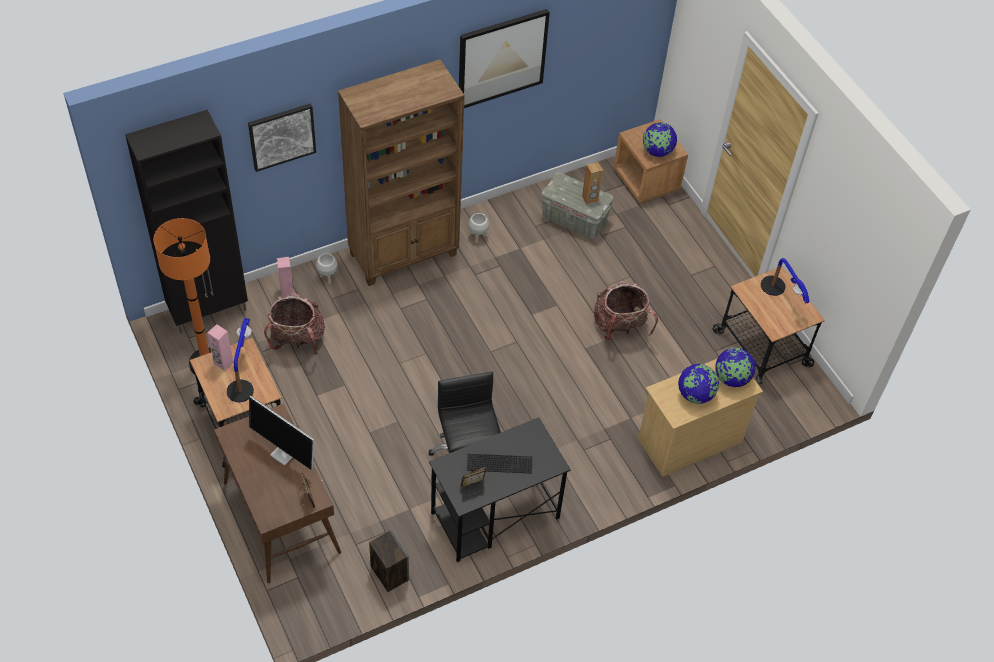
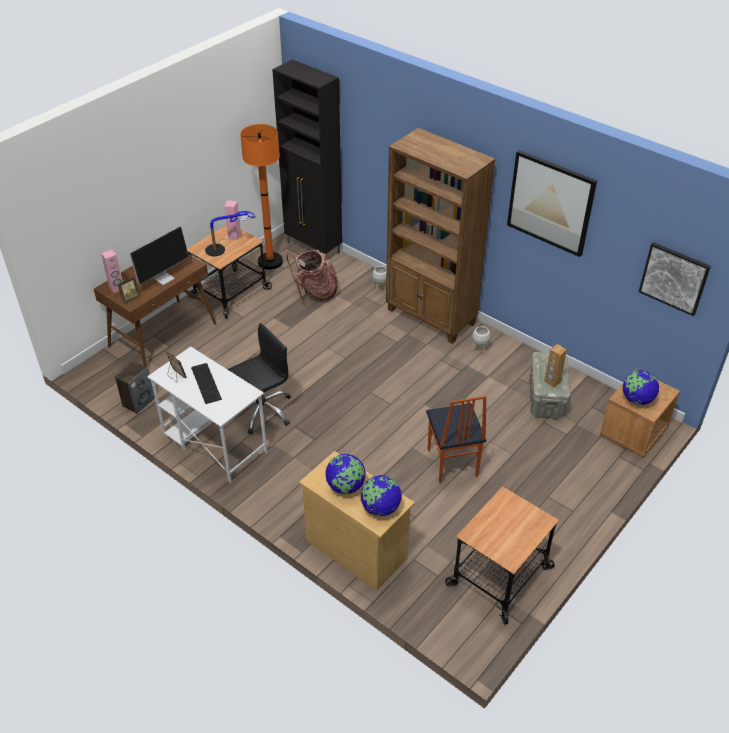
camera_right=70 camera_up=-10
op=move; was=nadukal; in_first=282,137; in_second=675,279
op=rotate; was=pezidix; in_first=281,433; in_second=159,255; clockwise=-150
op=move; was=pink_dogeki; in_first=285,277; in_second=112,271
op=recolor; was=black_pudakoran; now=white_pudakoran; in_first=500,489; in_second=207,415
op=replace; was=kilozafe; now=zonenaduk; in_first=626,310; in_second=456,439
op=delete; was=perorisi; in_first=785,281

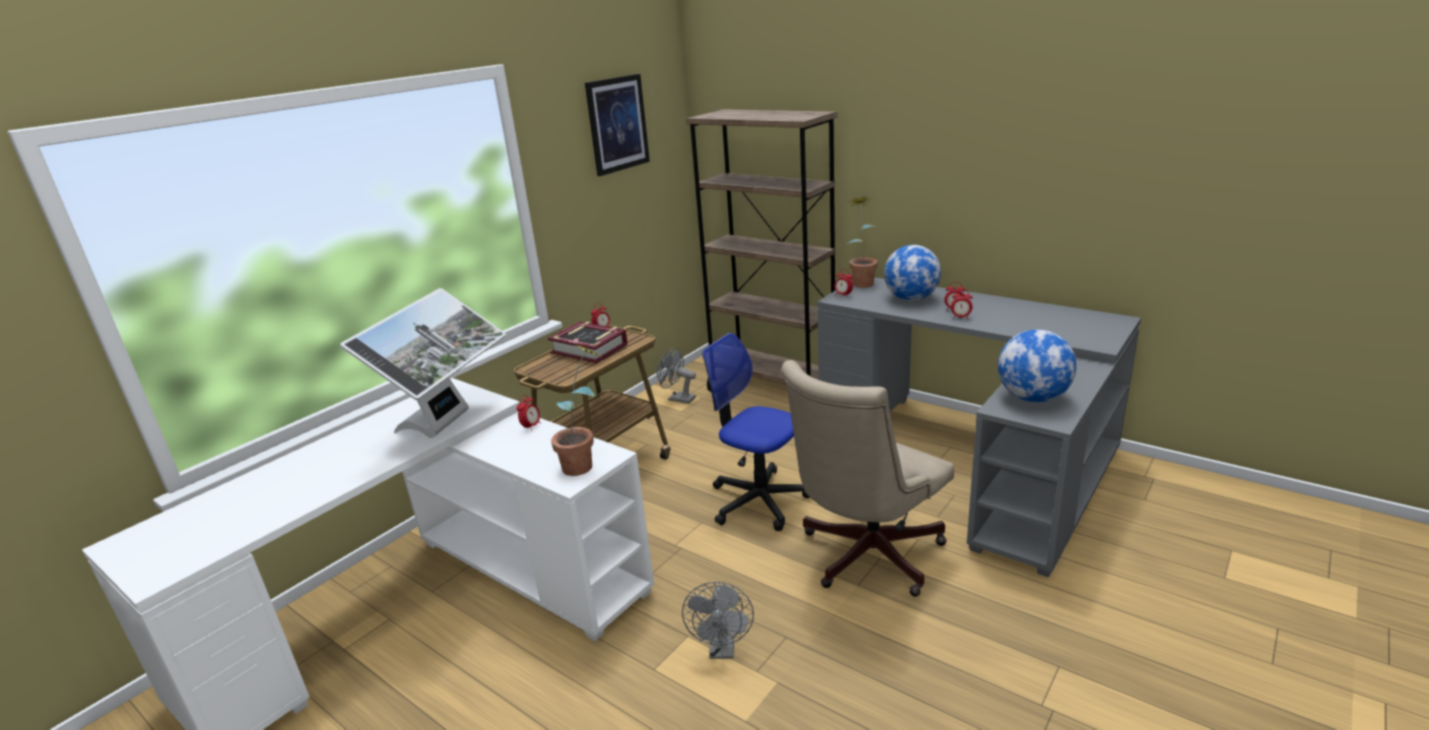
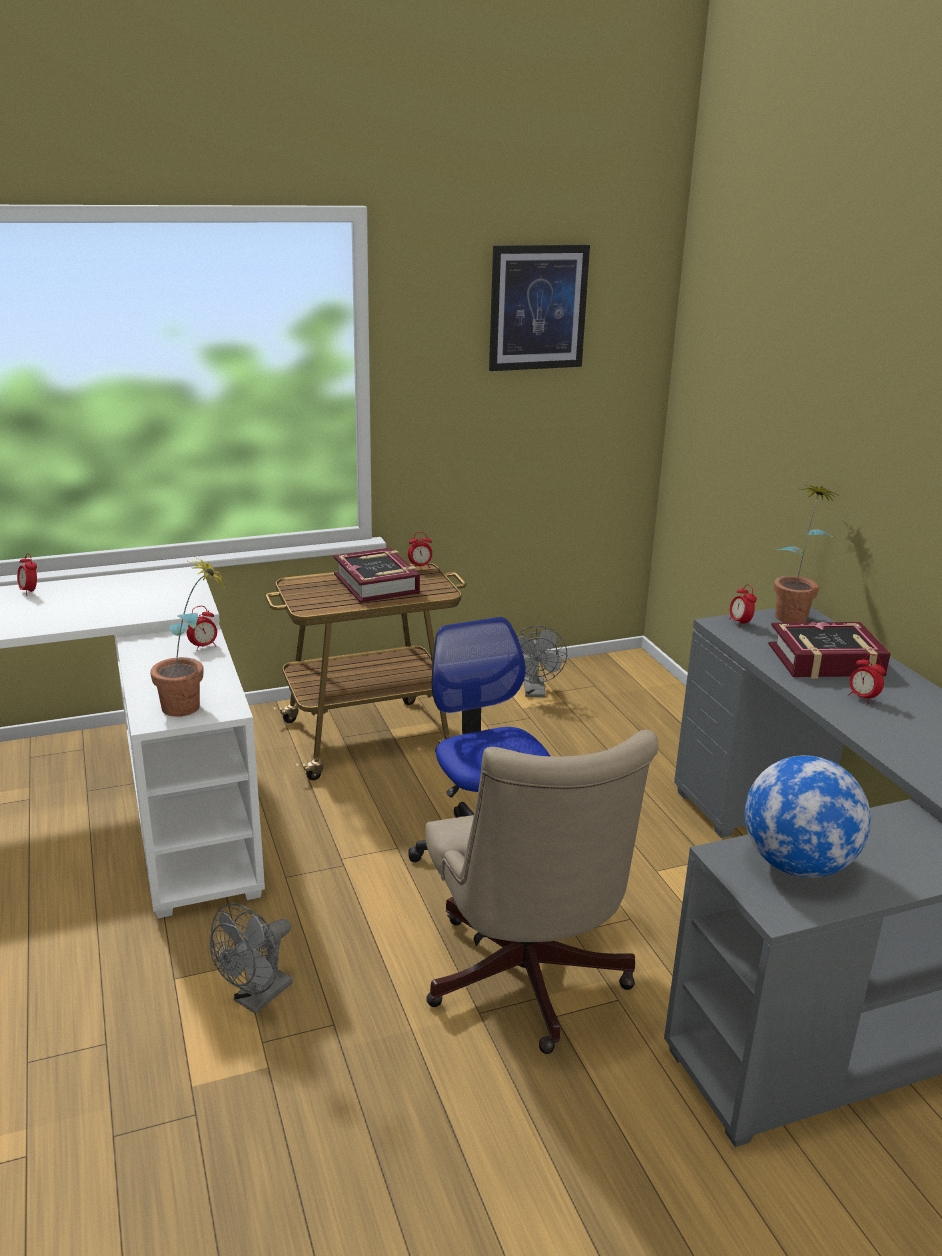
camera_right=30 camera_up=0
op=delete; was=pezidix; in_first=423,363
op=rotate; was=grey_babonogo; in_first=676,376; in_second=541,661; clockwise=-150
op=delete; was=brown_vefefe; in_first=761,246
op=rotate; was=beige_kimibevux; in_first=867,478; in_second=541,892; clockwise=-90
op=replace; was=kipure; now=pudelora; in_first=912,273; in_second=829,650
op=move; was=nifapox; in_first=962,304; in_second=27,574

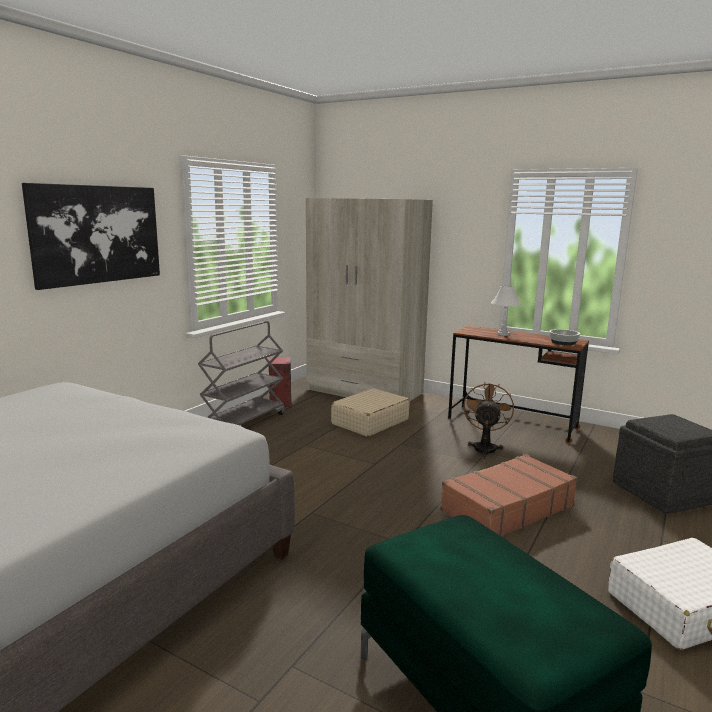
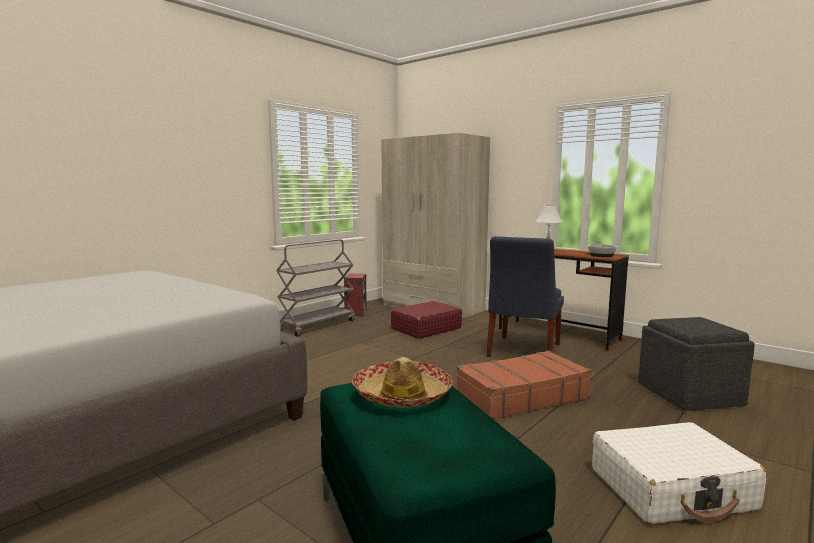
camera_right=10 camera_up=-5
op=delete; was=nadukal; in_first=91,236
op=recolor; was=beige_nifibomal; now=red_nifibomal; in_first=370,412; in_second=426,320
op=replace; was=brown_babonogo; now=blue_zonenaduk; in_first=488,420; in_second=525,296
op=insert; now=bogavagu; in_second=402,382

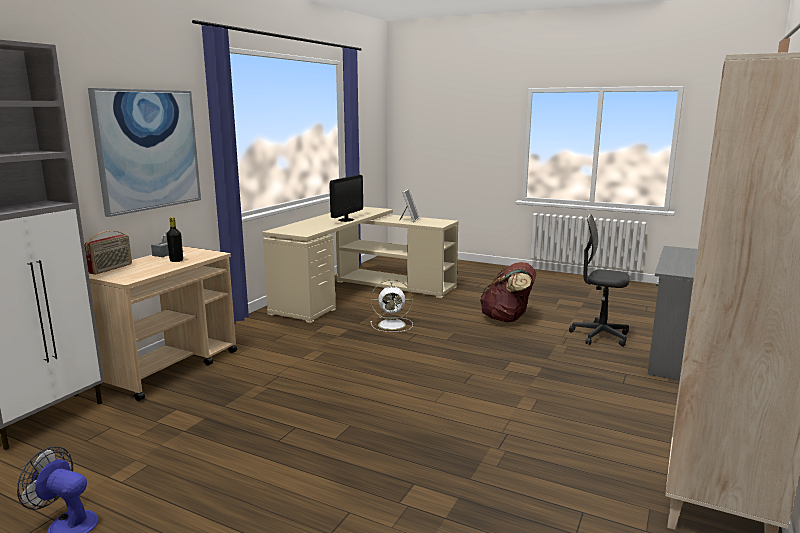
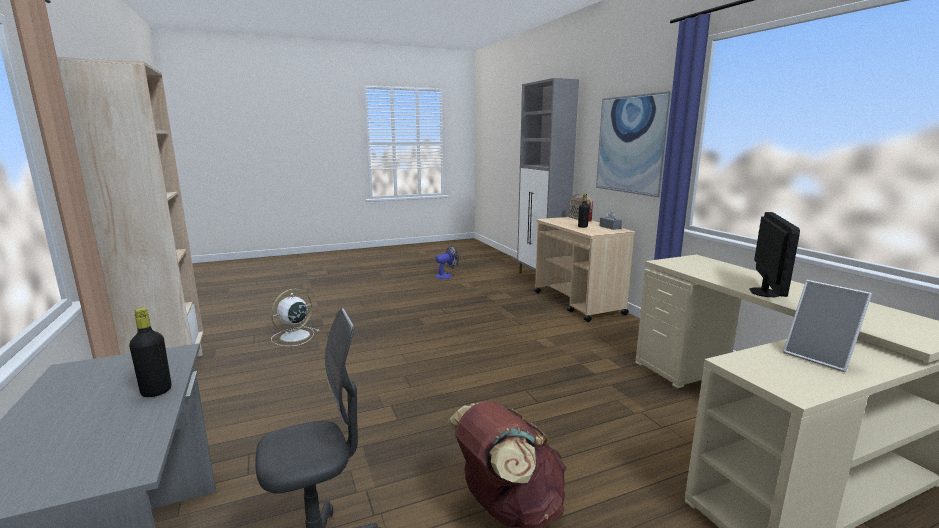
camera_right=130 camera_up=0
op=rotate; was=pezidix; in_first=346,198; in_second=774,254; clockwise=-135
op=move; was=white_babonogo; in_first=391,305; in_second=295,317
op=insert; now=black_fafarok; in_second=150,352

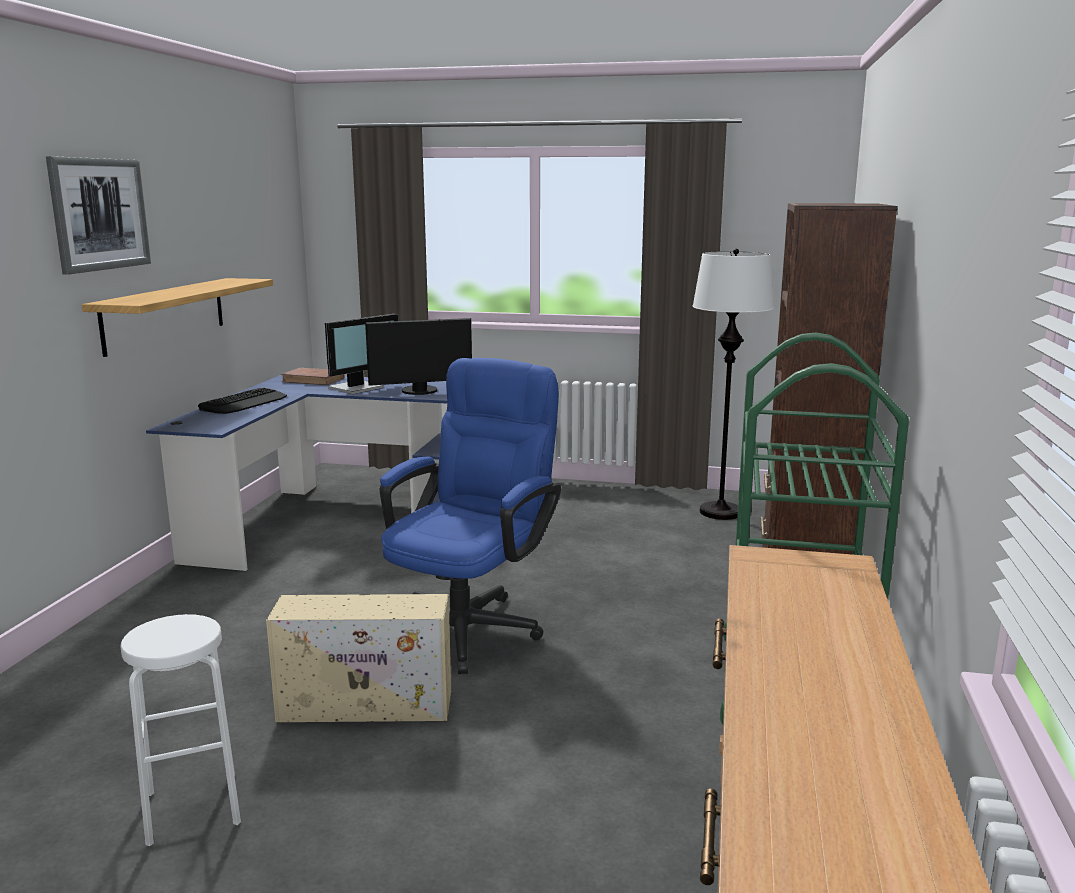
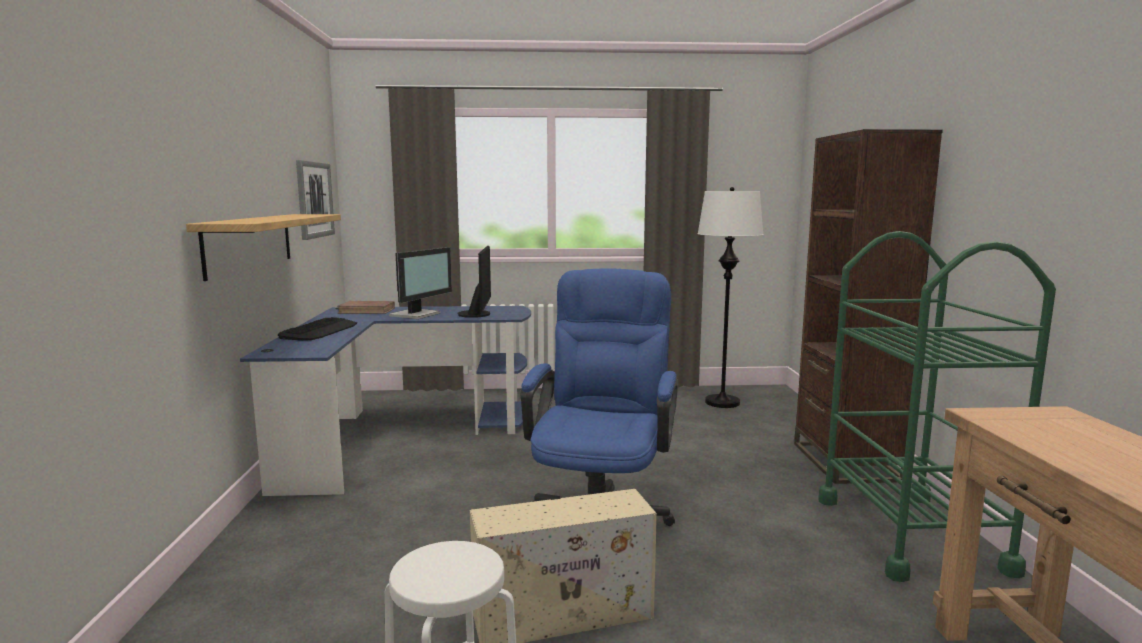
camera_right=-15 camera_up=-5
op=move; was=nadukal; in_first=98,215; in_second=315,200
op=rotate; was=pezidix; in_first=418,356; in_second=474,282; clockwise=-60

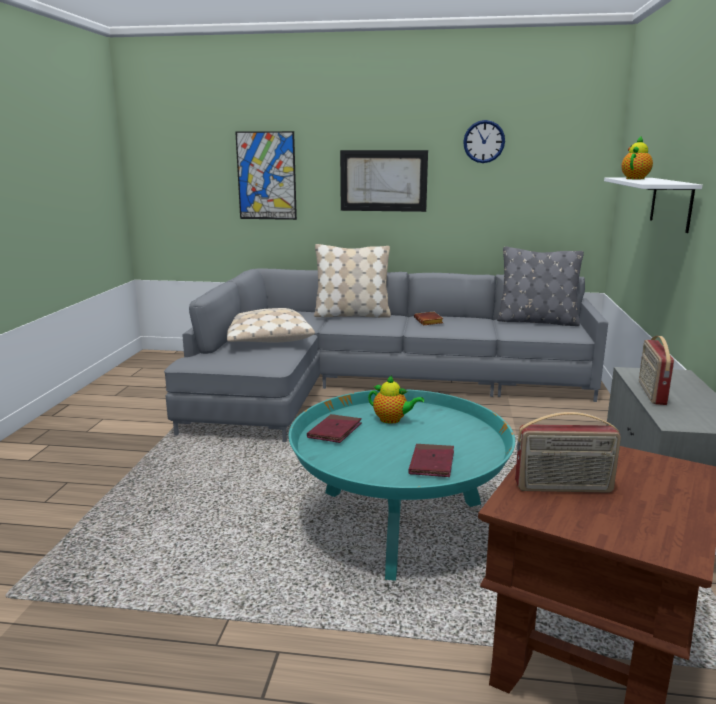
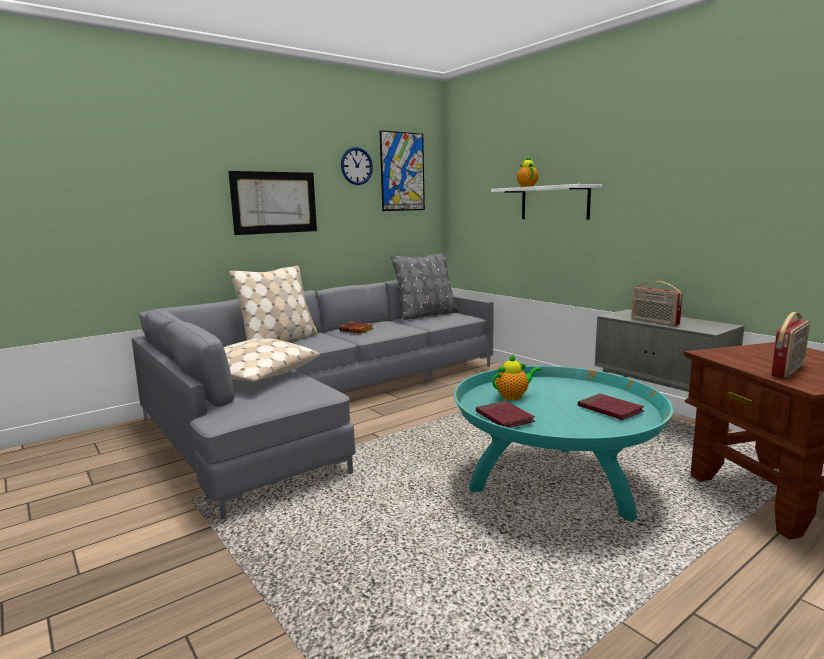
camera_right=-45 camera_up=-5
op=move; was=nadukal; in_first=266,175; in_second=402,170

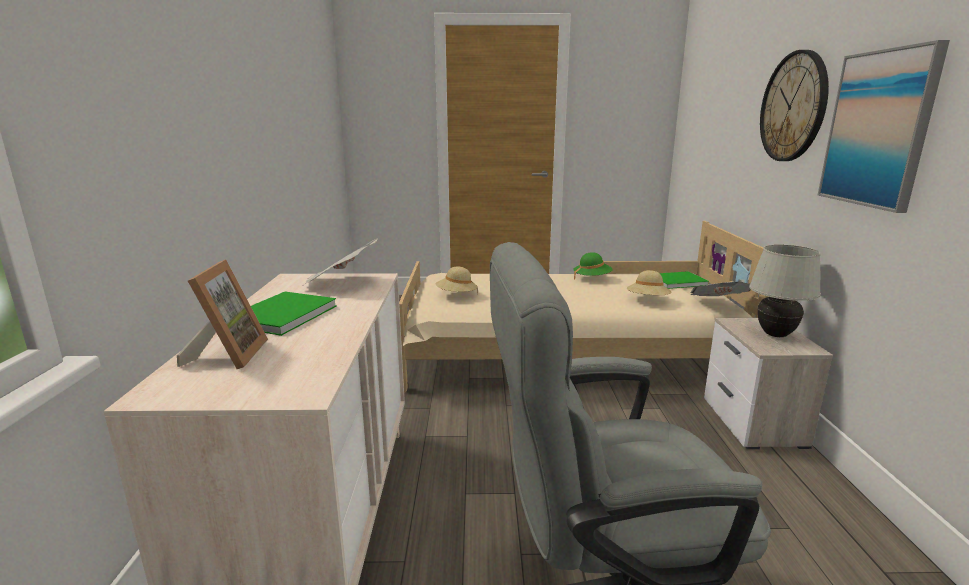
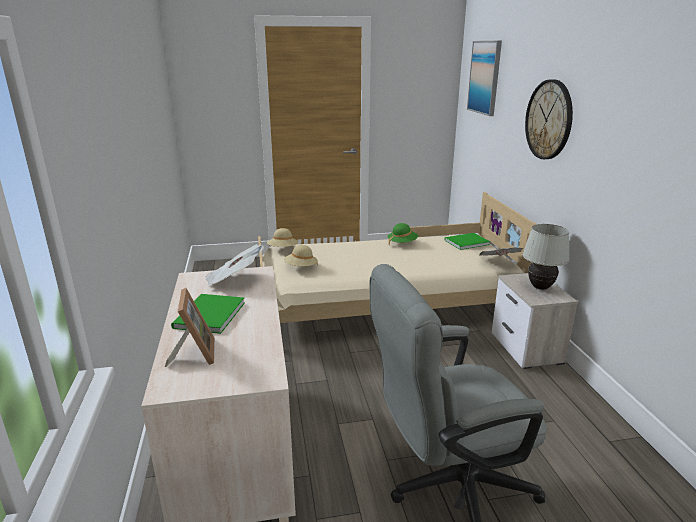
camera_right=-10 camera_up=5
op=move; was=beige_bogavagu; in_first=649,282; in_second=282,237
op=move; was=nadukal; in_first=884,126; in_second=484,78

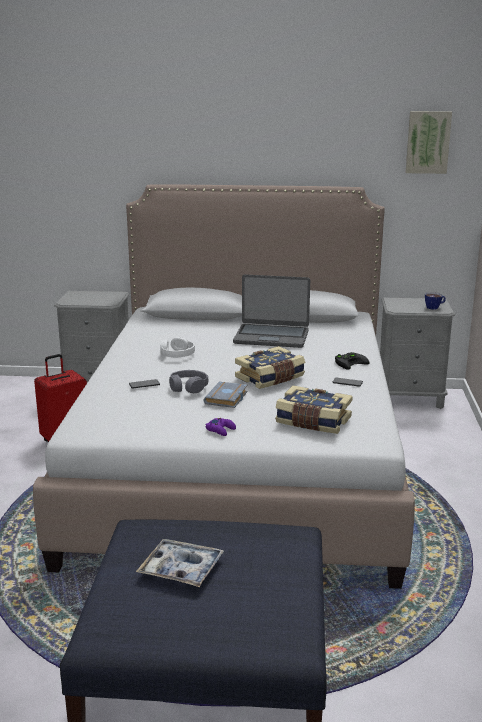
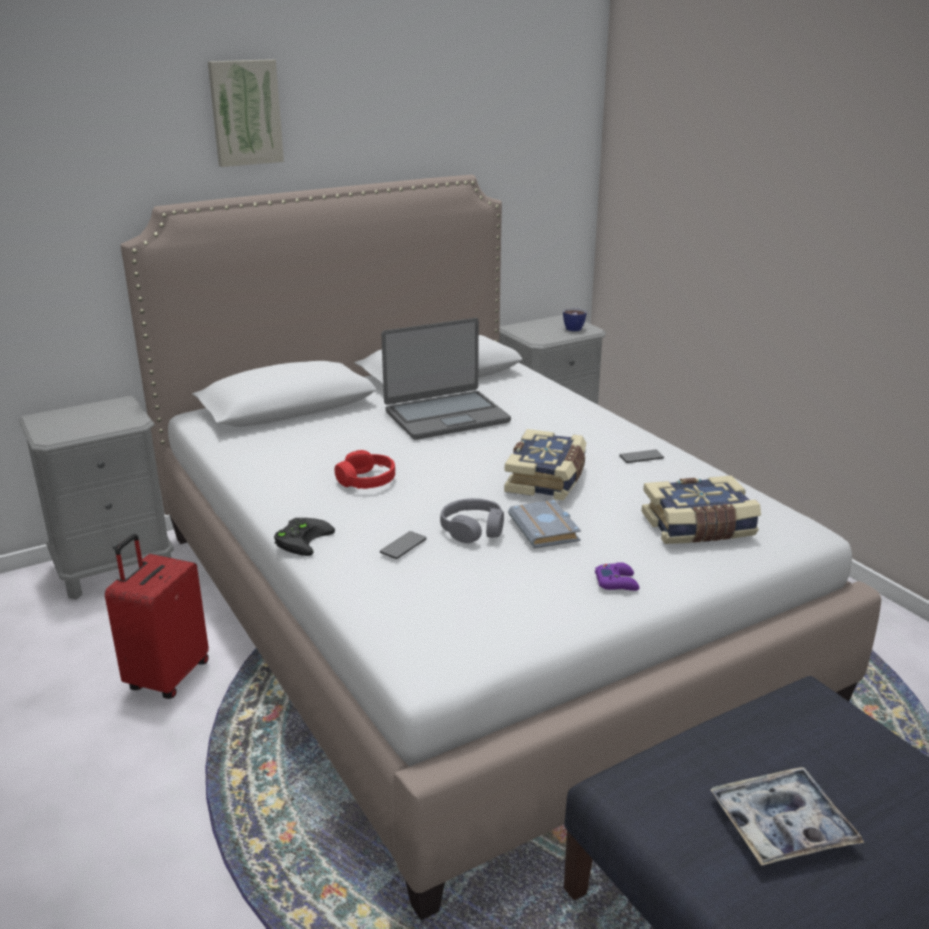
camera_right=-35 camera_up=5
op=recolor; was=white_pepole; now=red_pepole; in_first=177,347; in_second=365,469
op=move; was=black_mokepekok; in_first=352,361; in_second=304,537
op=move; was=nadukal; in_first=429,142; in_second=246,113

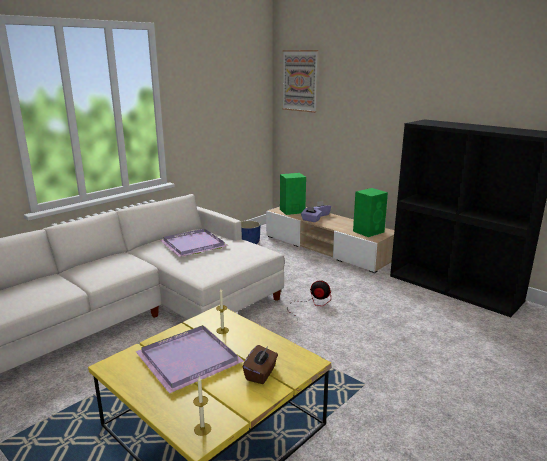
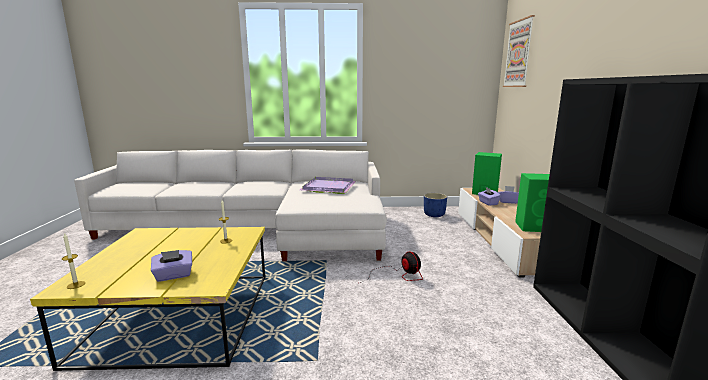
camera_right=45 camera_up=-5
op=delete; was=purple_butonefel; in_first=189,359
op=recolor; was=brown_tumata; now=purple_tumata; in_first=260,364; in_second=171,266

